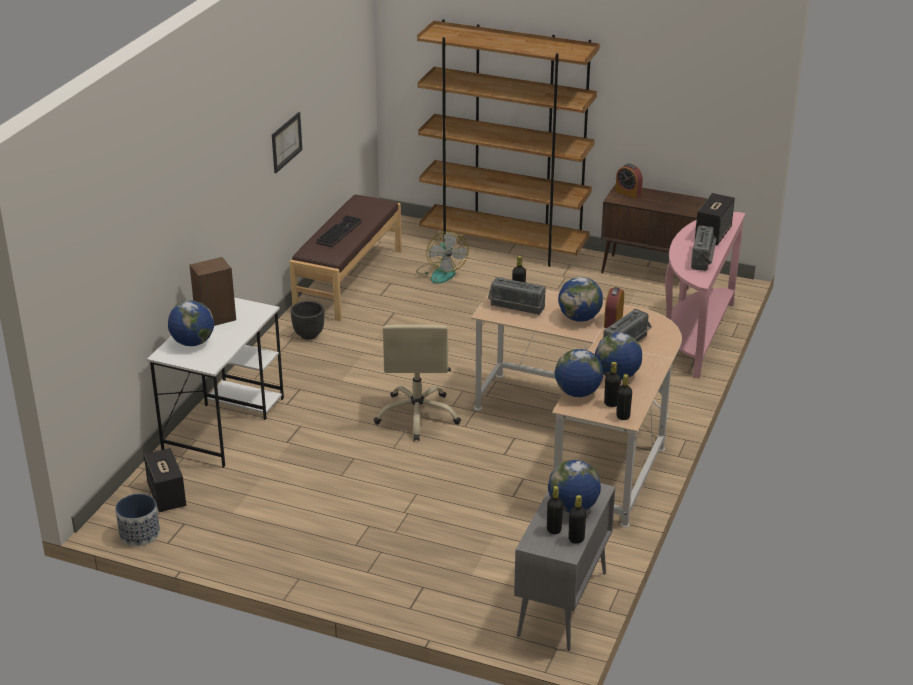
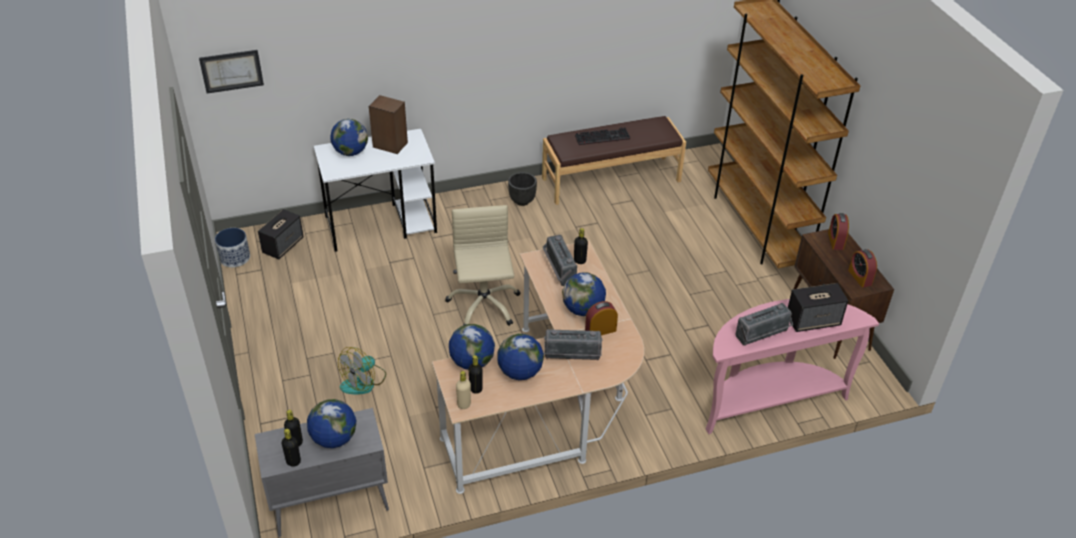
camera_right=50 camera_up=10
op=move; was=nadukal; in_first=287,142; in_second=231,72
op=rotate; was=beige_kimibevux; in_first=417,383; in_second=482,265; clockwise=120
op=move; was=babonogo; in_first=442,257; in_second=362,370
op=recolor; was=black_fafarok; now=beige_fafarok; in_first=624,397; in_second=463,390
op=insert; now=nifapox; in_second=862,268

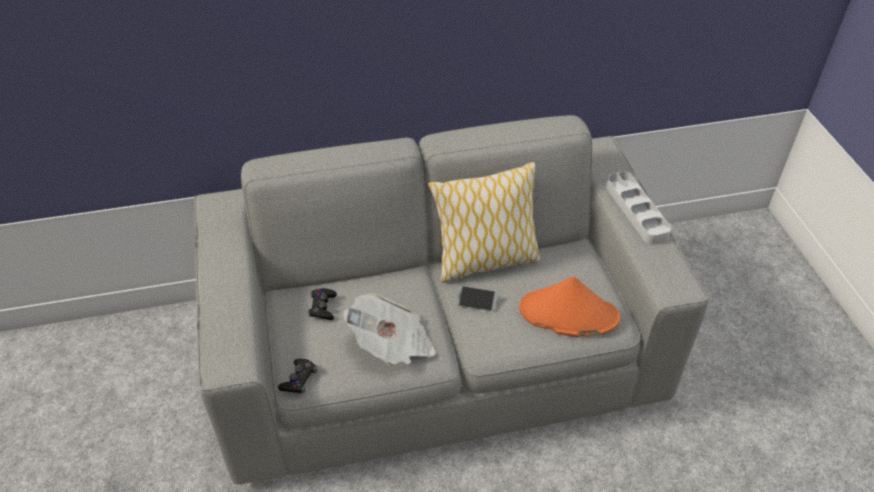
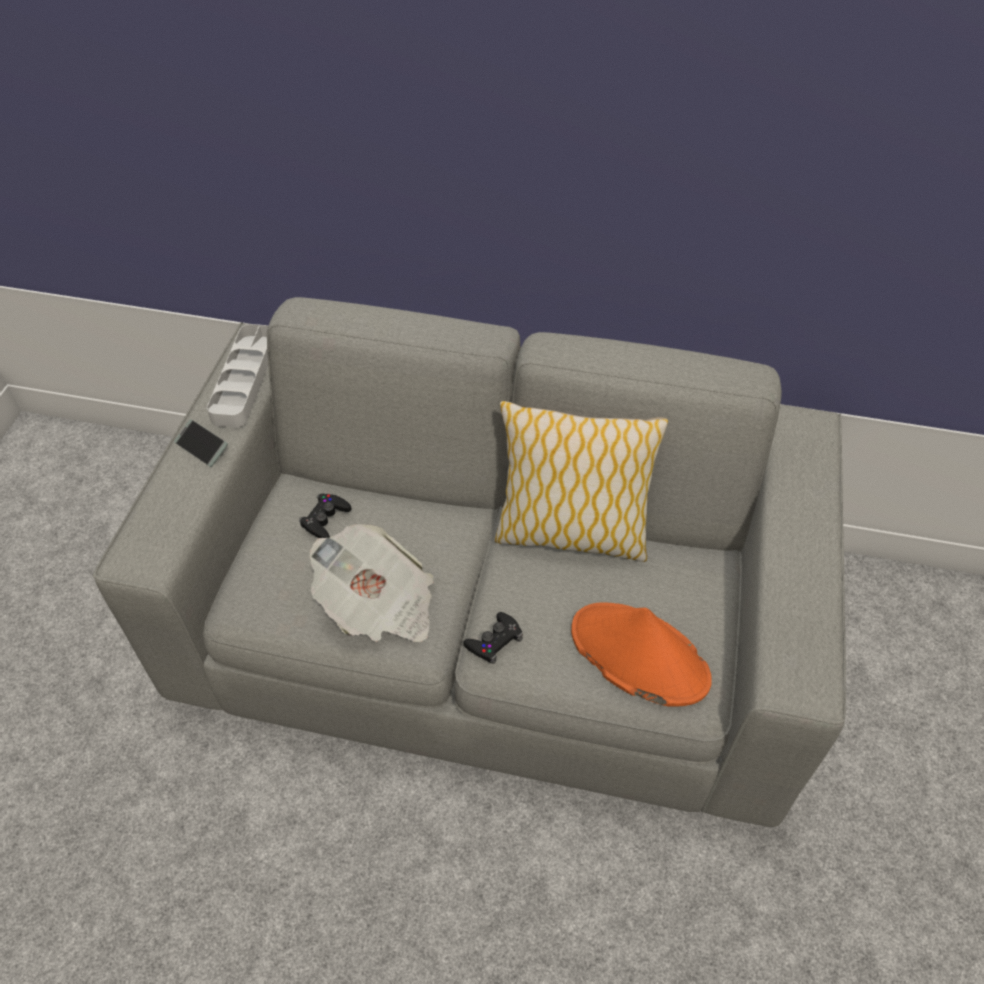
camera_right=25 camera_up=5
op=move; was=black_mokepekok; in_first=297,376; in_second=493,638
op=move; was=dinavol; in_first=477,298; in_second=201,443
op=move; was=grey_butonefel; in_first=638,208; in_second=237,376

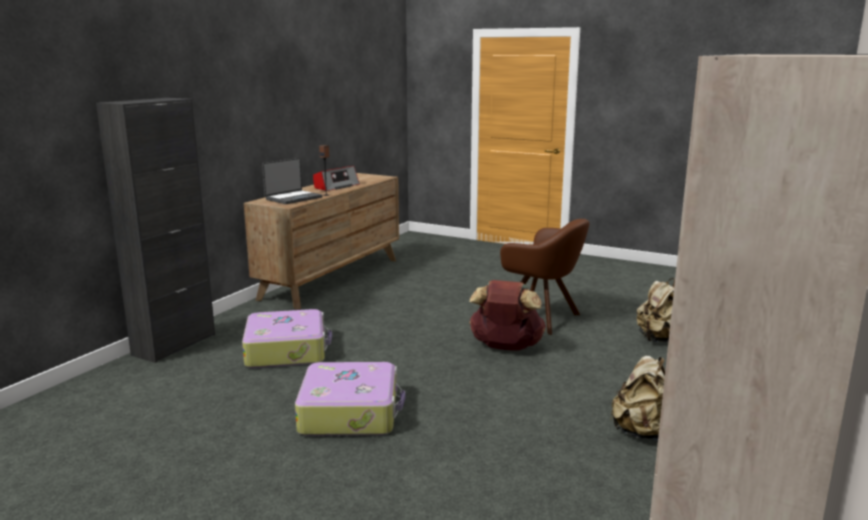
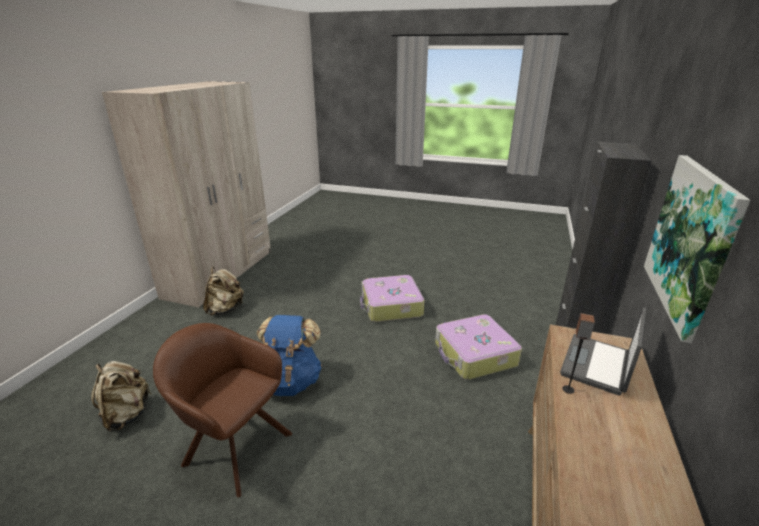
camera_right=170 camera_up=10
op=delete; was=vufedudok; in_first=336,178
op=recolor; was=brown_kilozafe; now=blue_kilozafe; in_first=507,315; in_second=289,355
op=insert; now=nadukal; in_second=697,249

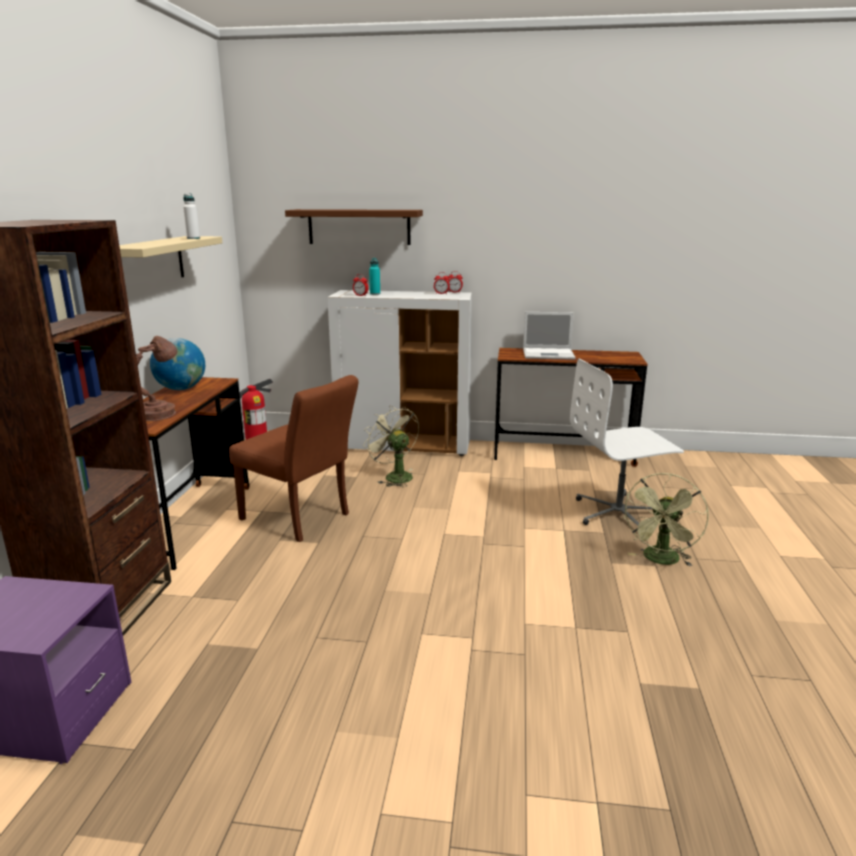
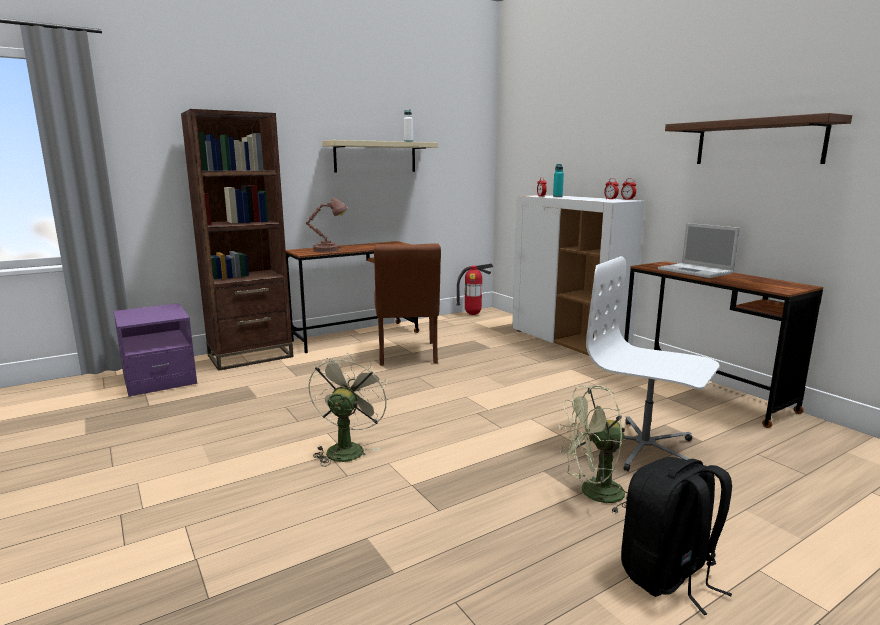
camera_right=50 camera_up=-5
op=delete; was=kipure; in_first=177,364
op=move; was=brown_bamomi; in_first=354,227; in_second=758,138
op=move; was=beige_babonogo; in_first=391,446; in_second=349,410
op=insert; now=black_kilozafe; in_second=676,536

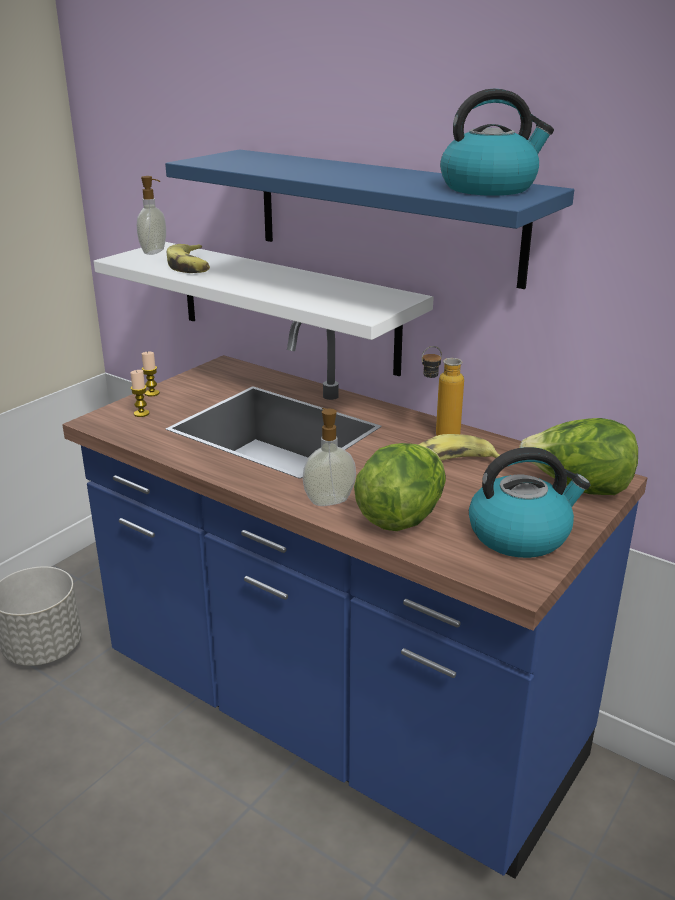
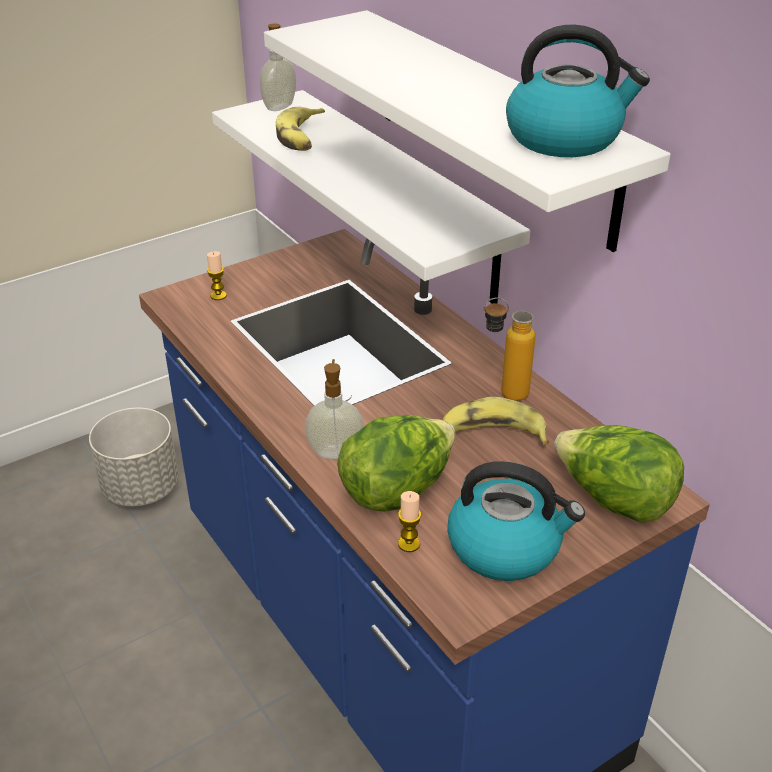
camera_right=20 camera_up=10
op=move; was=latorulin; in_first=151,374; in_second=409,521
op=recolor; was=blue_bamomi; now=white_bamomi; in_first=369,219; in_second=467,131

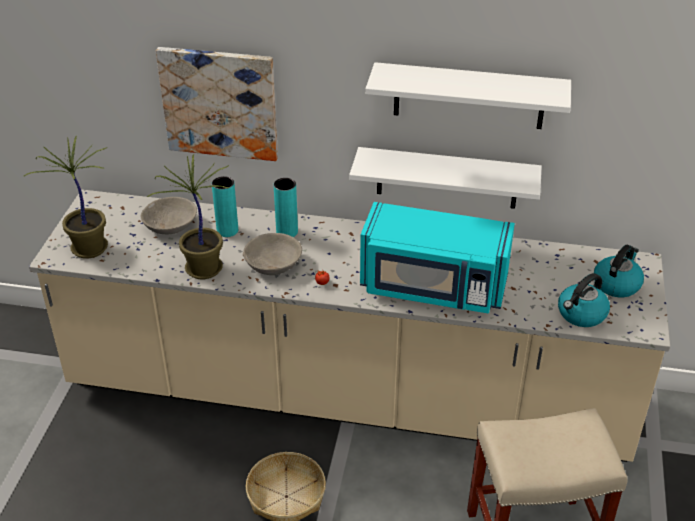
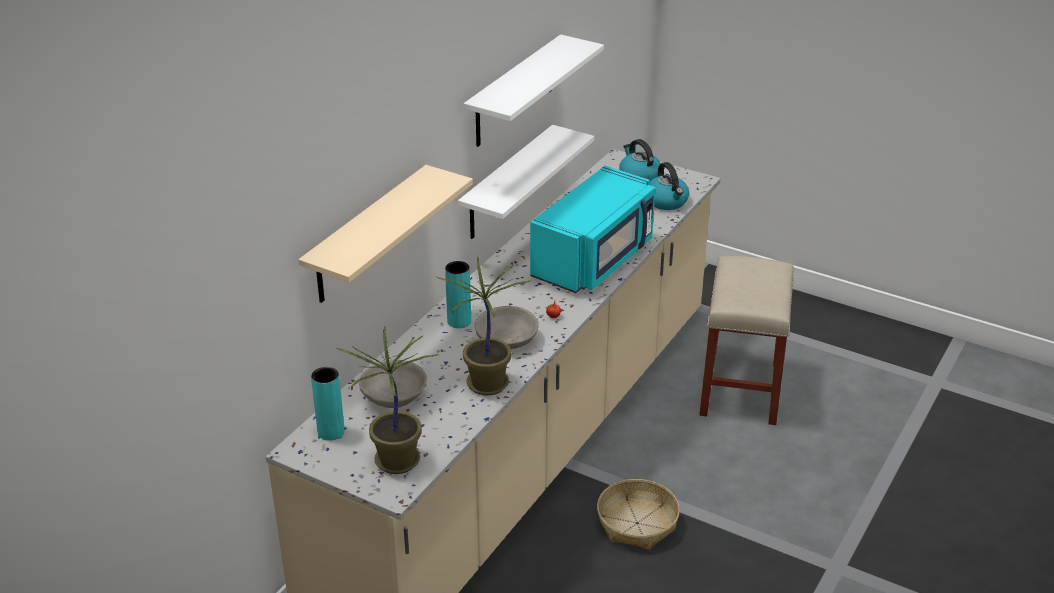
camera_right=-70 camera_up=-5
op=replace; was=nadukal; now=beige_bamomi; in_first=217,104; in_second=385,234
op=move; was=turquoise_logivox; in_first=225,206; in_second=327,404

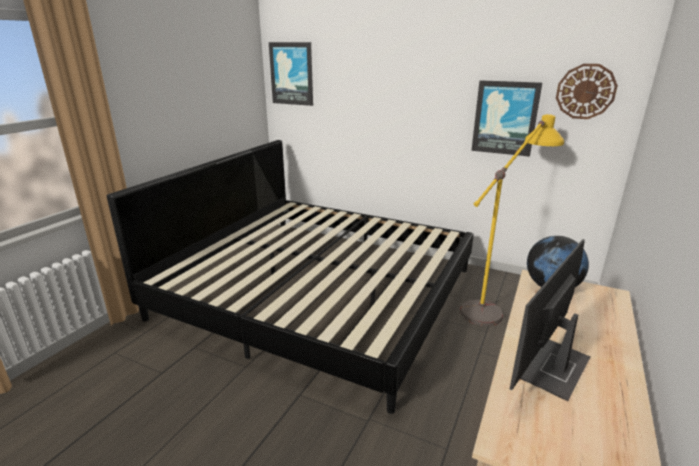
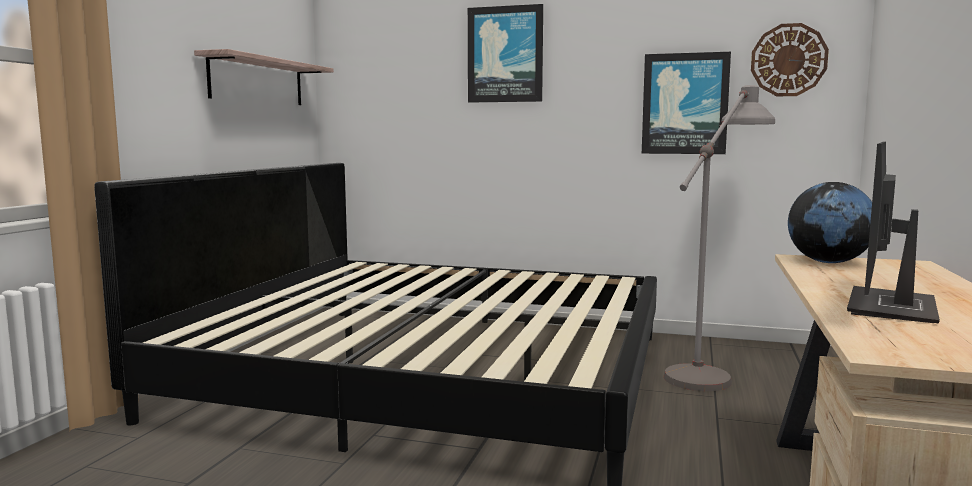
camera_right=-10 camera_up=-15
op=move; was=nadukal; in_first=291,74; in_second=505,53
op=recolor; was=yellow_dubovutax; now=grey_dubovutax; in_first=512,220; in_second=719,238
op=insert; now=bamomi; in_second=264,77

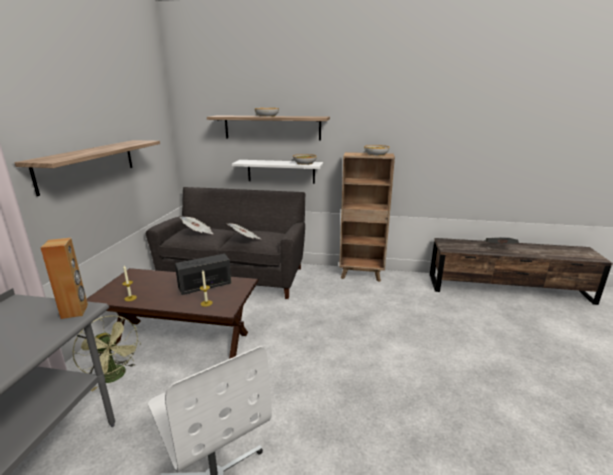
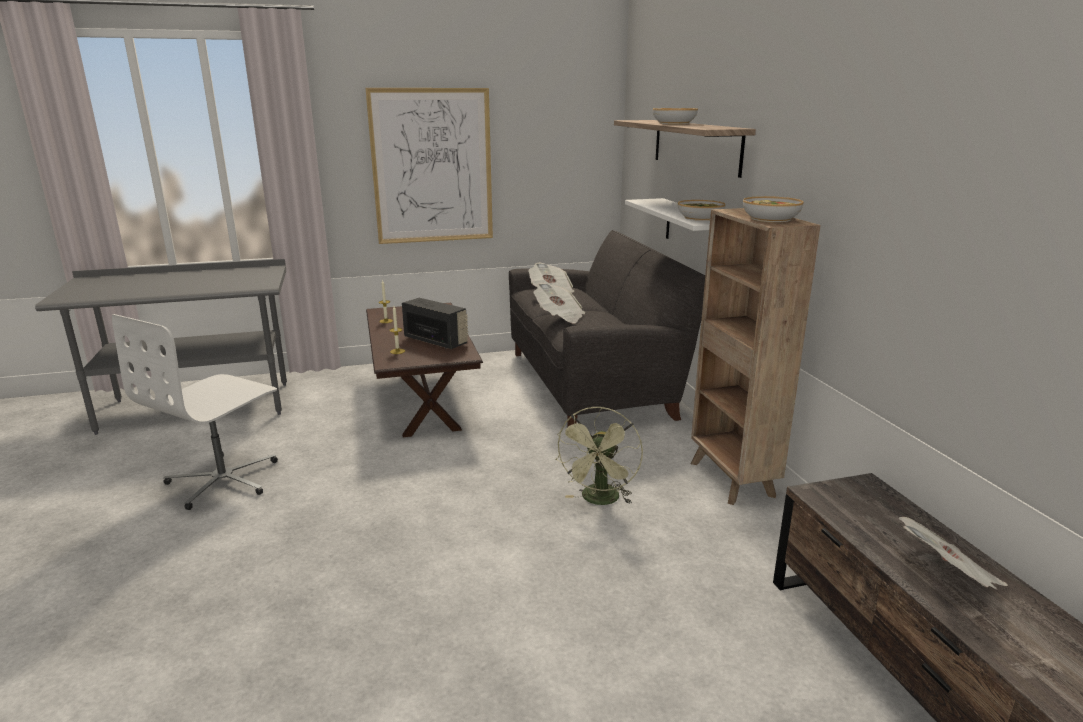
camera_right=65 camera_up=0
op=replace; was=bamomi; now=nadukal; in_first=87,168; in_second=429,166
op=delete; was=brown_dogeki; in_first=64,278
op=move; was=green_babonogo; in_first=106,353; in_second=599,456

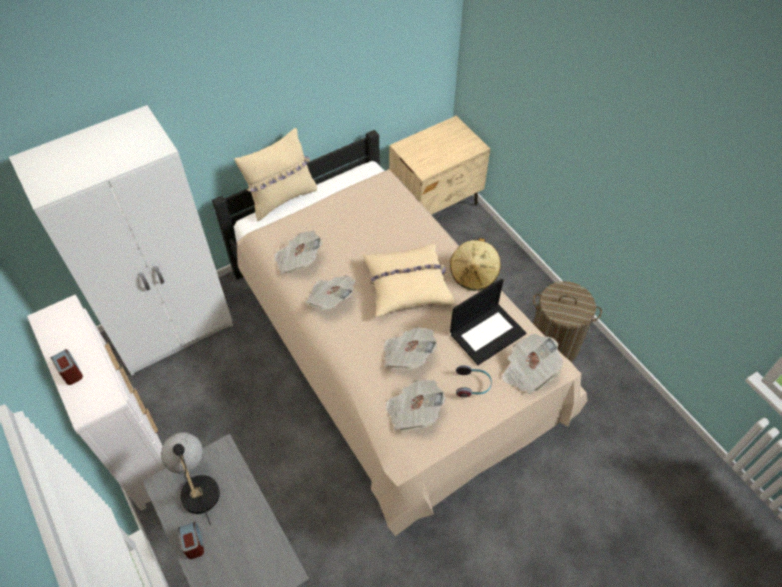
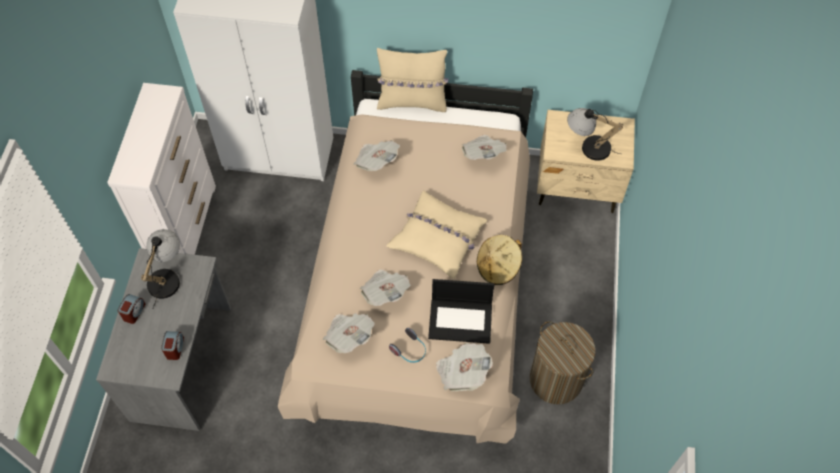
camera_right=40 camera_up=5
op=move; was=nifapox; in_first=67,367; in_second=172,345
op=move; was=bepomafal; in_first=330,292; in_second=484,147
op=insert; now=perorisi; in_second=595,134

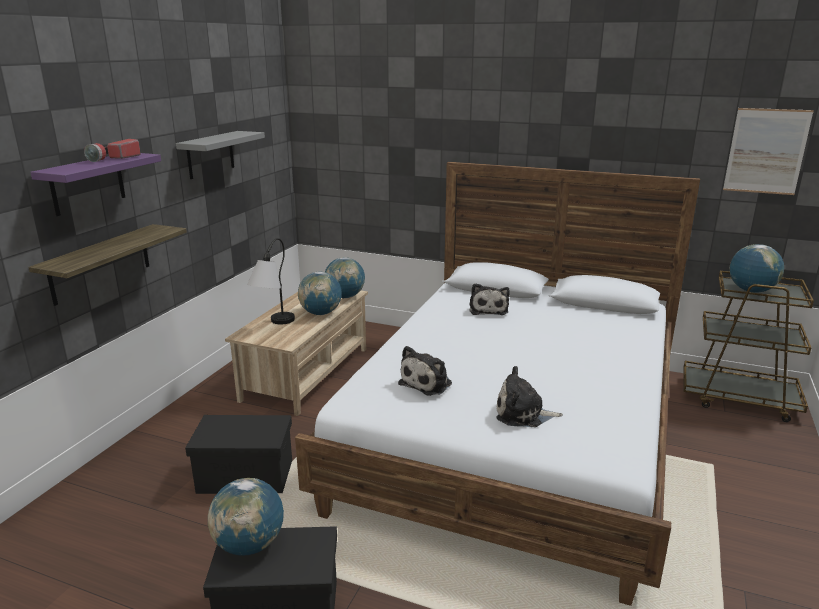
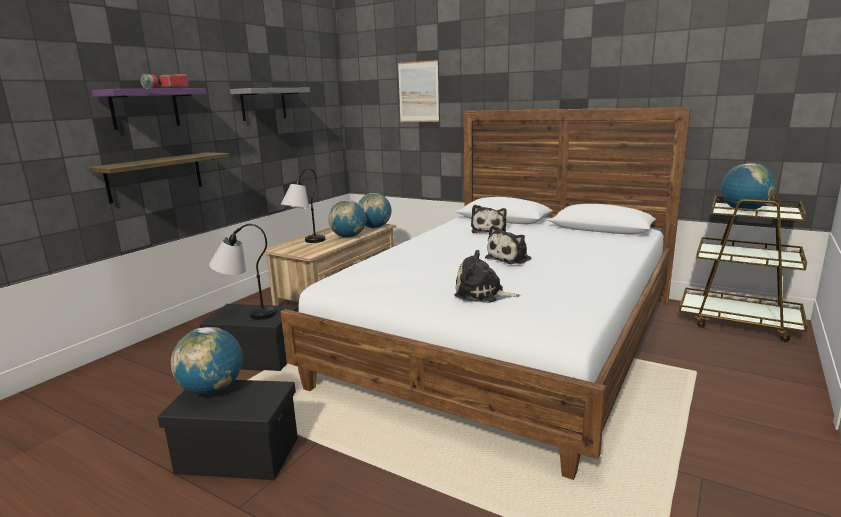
camera_right=10 camera_up=-5
op=move; was=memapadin; in_first=425,371; in_second=508,244
op=move; was=nadukal; in_first=768,151; in_second=418,91
op=insert; now=perorisi; in_second=243,272

